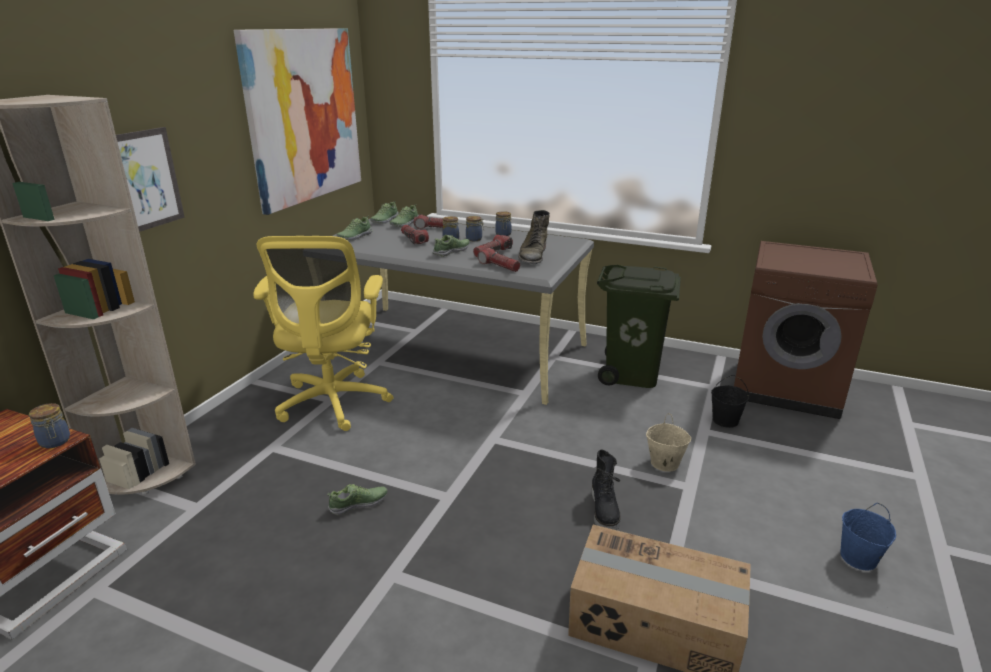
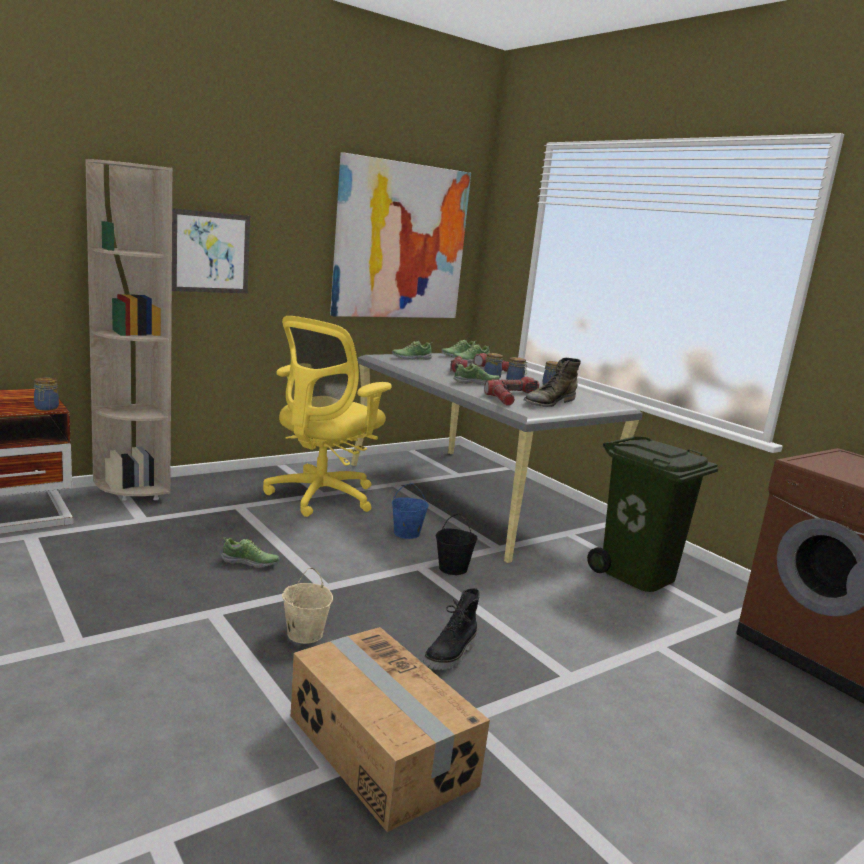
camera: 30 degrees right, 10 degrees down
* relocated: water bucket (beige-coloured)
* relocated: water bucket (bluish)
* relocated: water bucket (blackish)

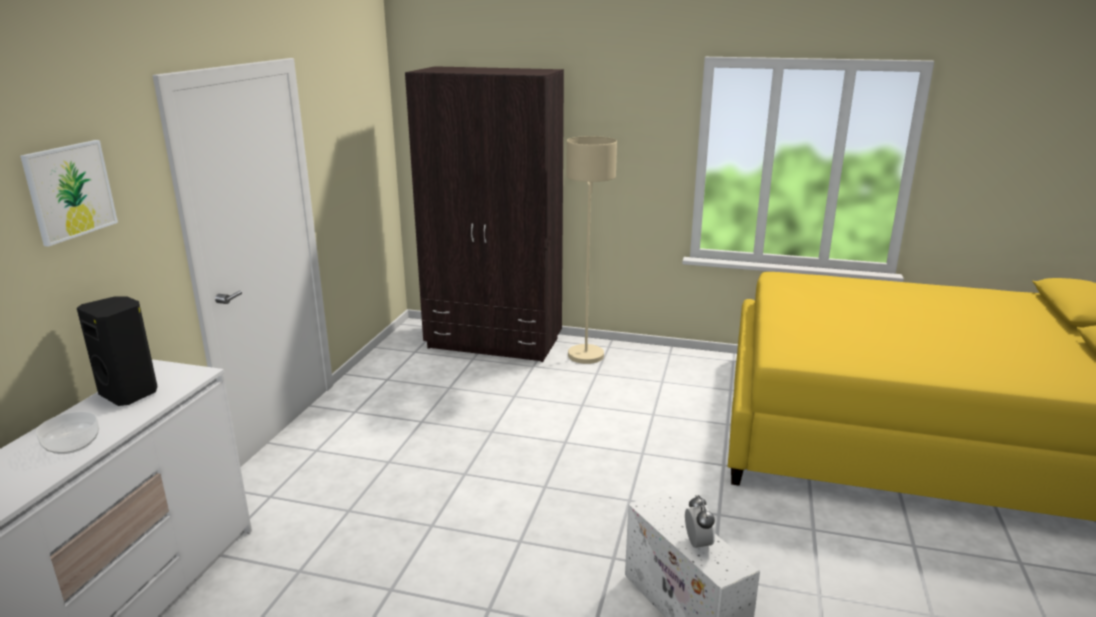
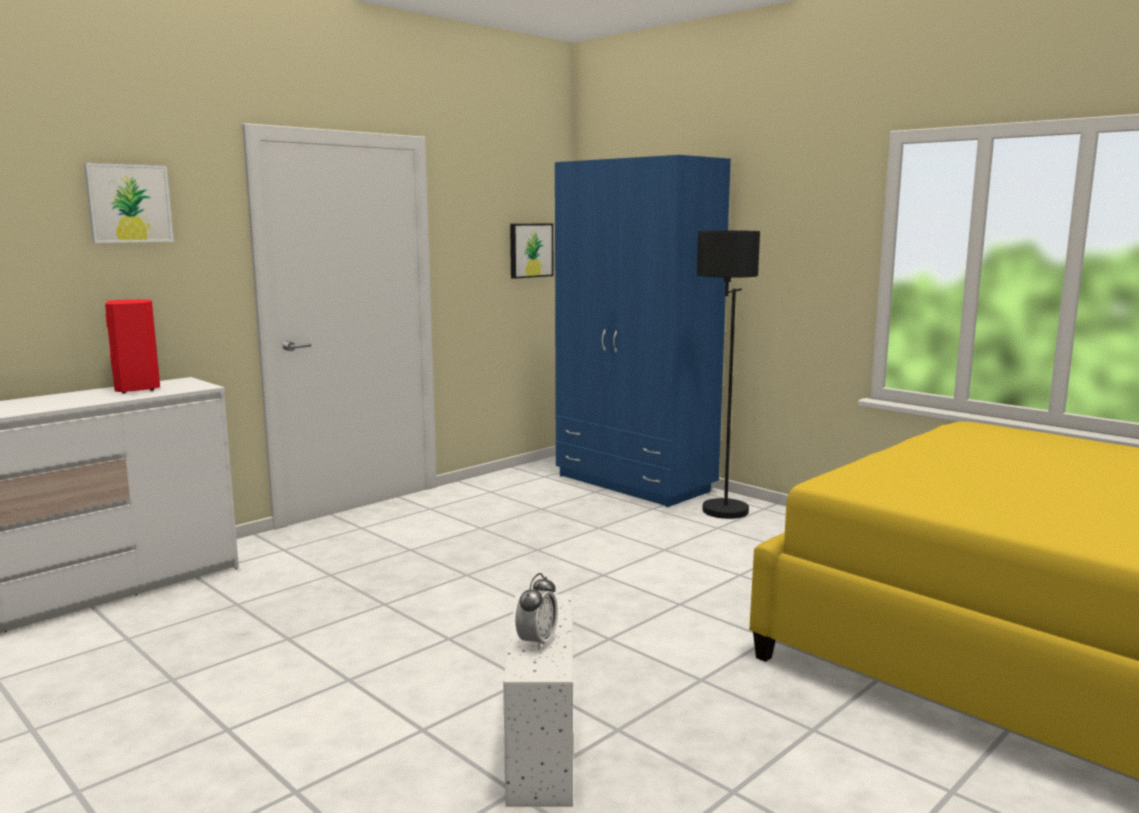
camera: 30 degrees right, 10 degrees down
* colour: audio speaker (blackish) to audio speaker (red-coloured)
* appeared: picture (no. 2 from left)
* colour: wardrobe (brown-coloured) to wardrobe (bluish)
* colour: standing lamp (beige-coloured) to standing lamp (blackish)
* missing: deep dish

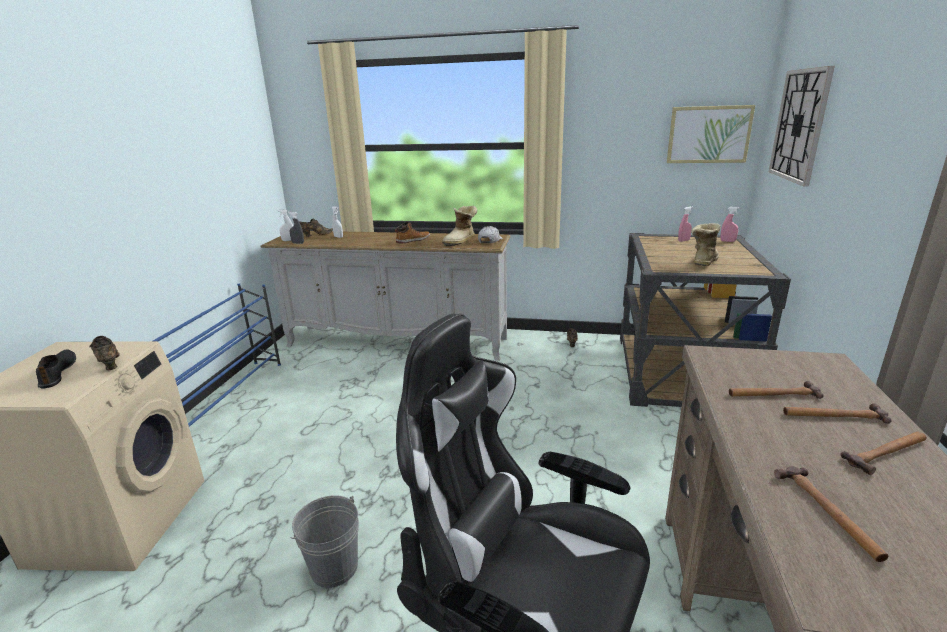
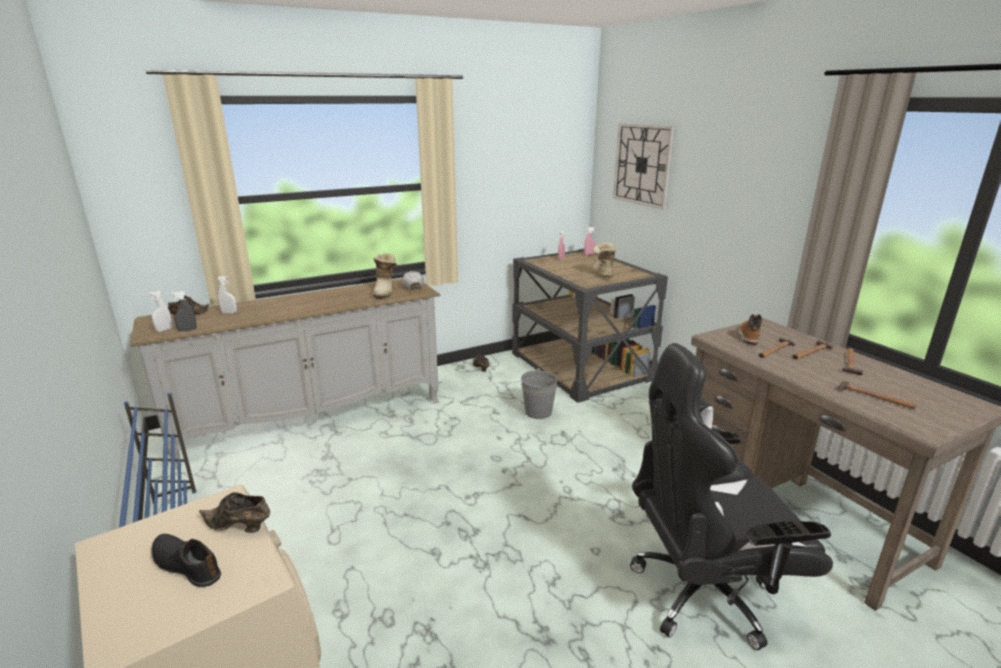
camera: 40 degrees left, 0 degrees up
* relocated: water bucket (greyish)
* relocated: boot (no. 1 from left in the first image) to boot (no. 3 from left)
* missing: picture

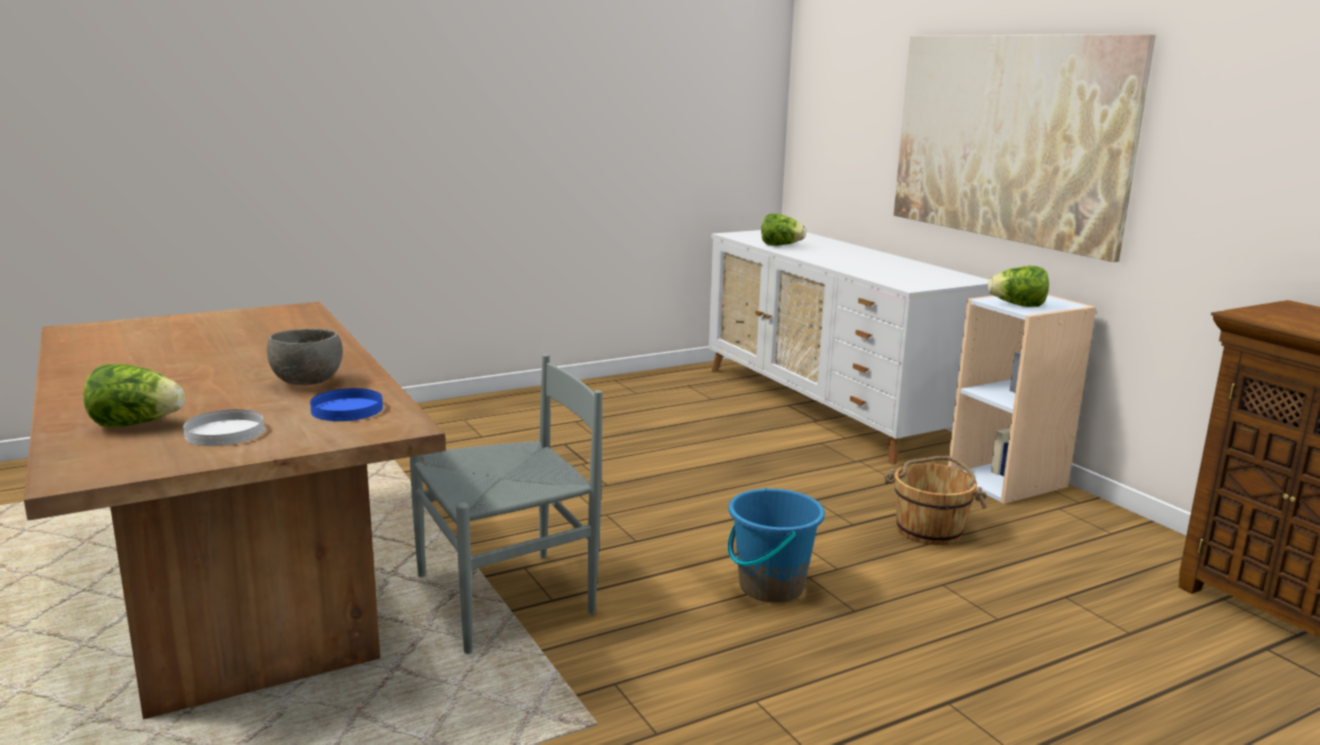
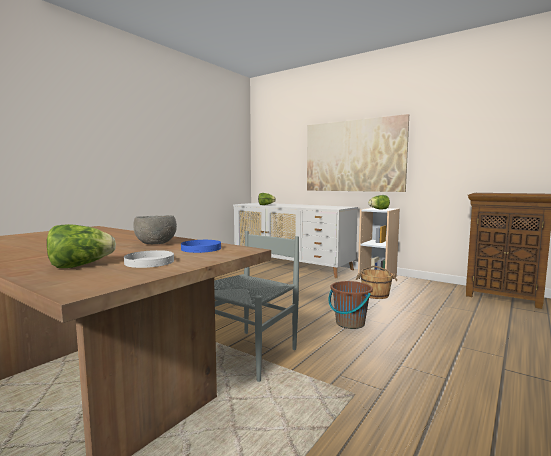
camera: 25 degrees left, 10 degrees down
* colour: water bucket (bluish) to water bucket (brown-coloured) (no. 1 from left)

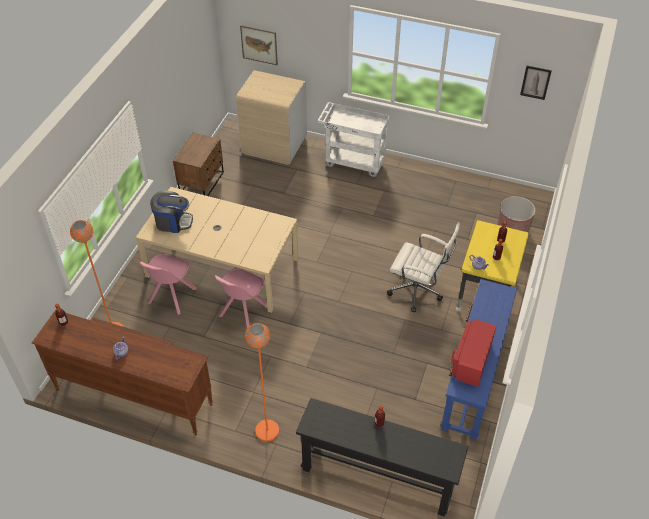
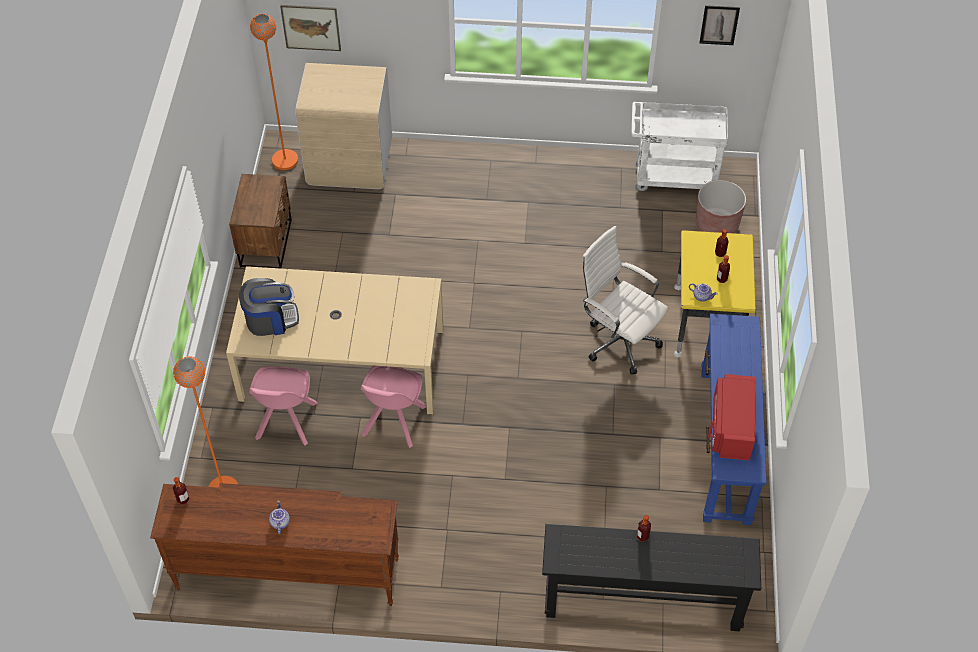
camera: 15 degrees left, 5 degrees up
* relocated: standing lamp (orangey) (no. 2 from left)
* spun: office chair (white-coloured) 150 degrees counterclockwise
* relocated: cart (white-coloured)

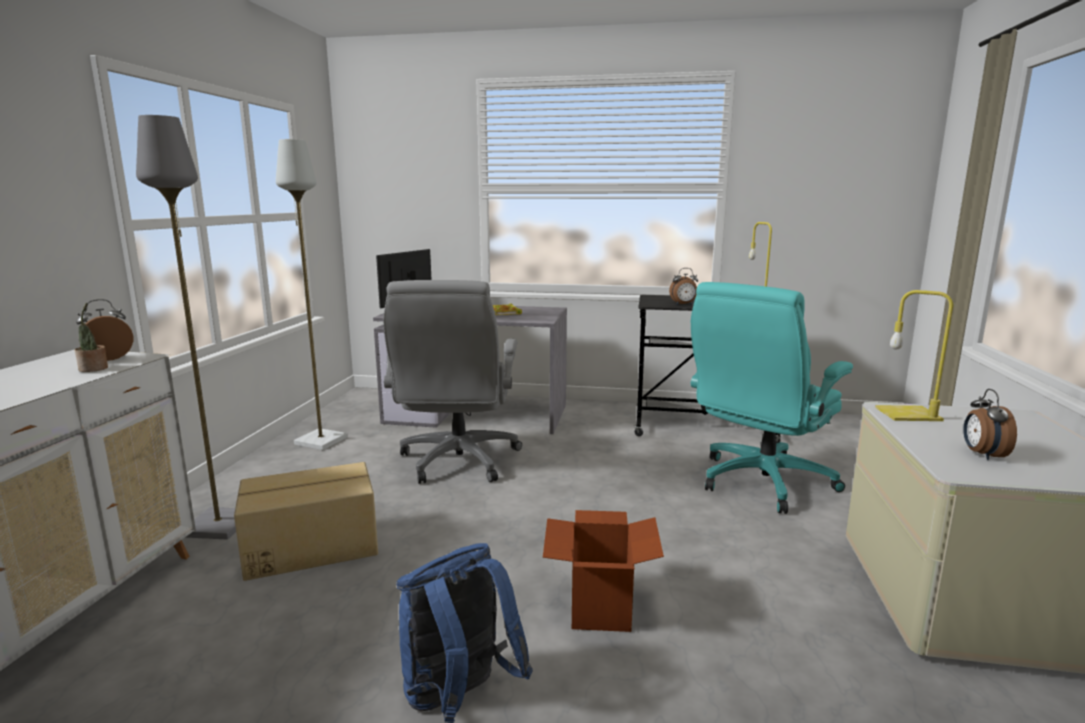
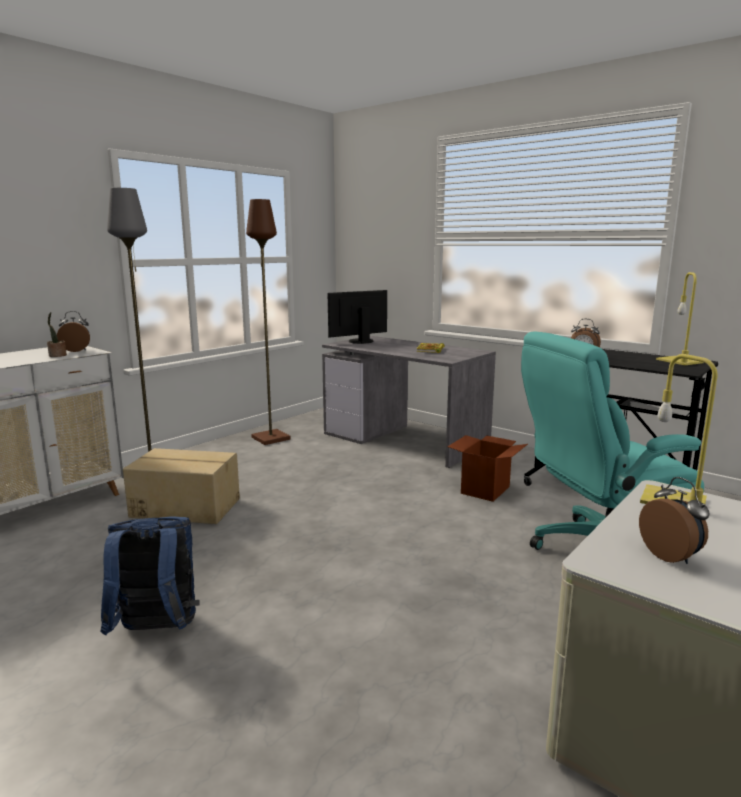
camera: 30 degrees right, 0 degrees up
* colour: standing lamp (greyish) (no. 2 from left) to standing lamp (brown-coloured)
* relocated: packing box (no. 2 from left)
* spun: alarm clock (no. 3 from left) 120 degrees clockwise
* missing: office chair (greyish)

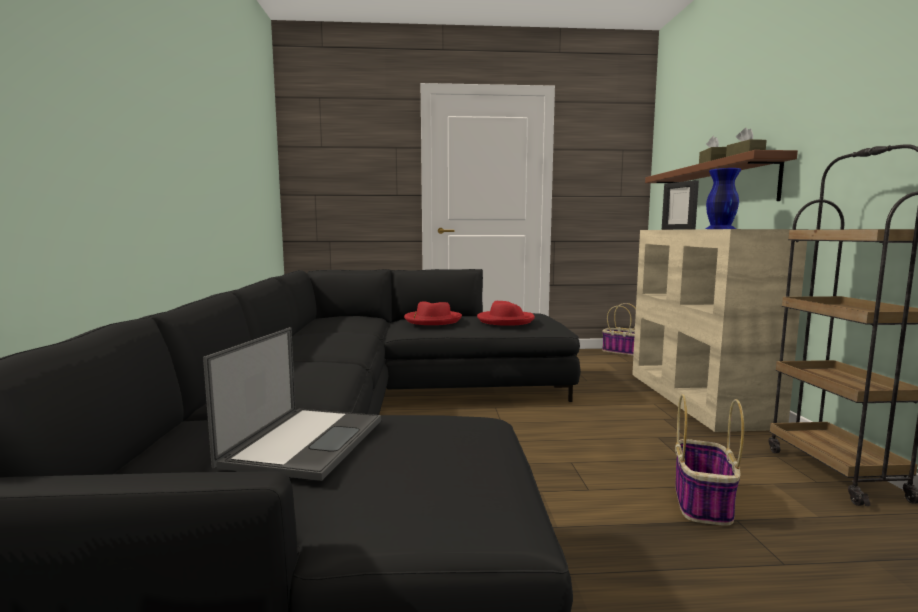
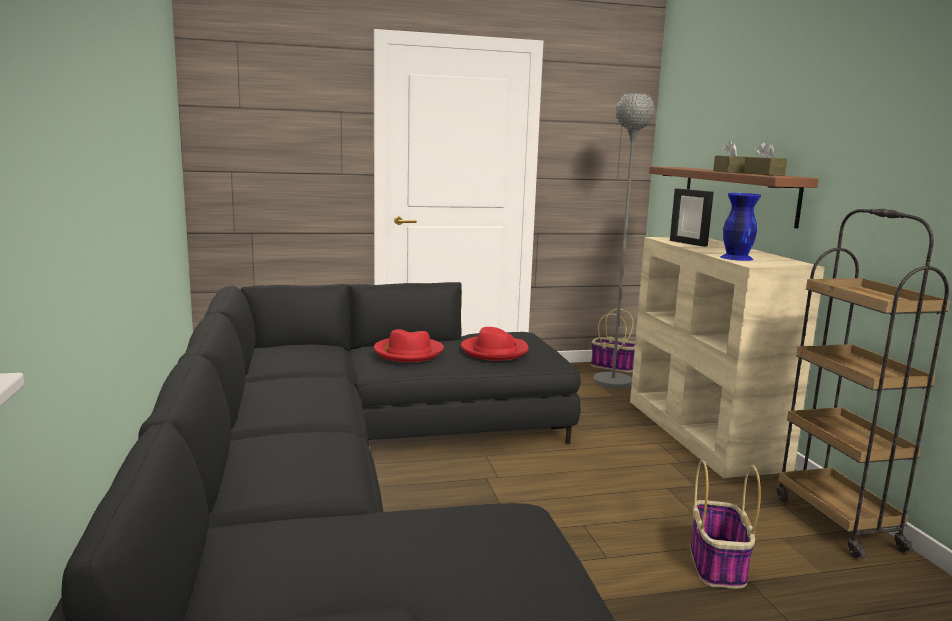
camera: 10 degrees left, 5 degrees up
* appeared: standing lamp (greyish)
* missing: laptop

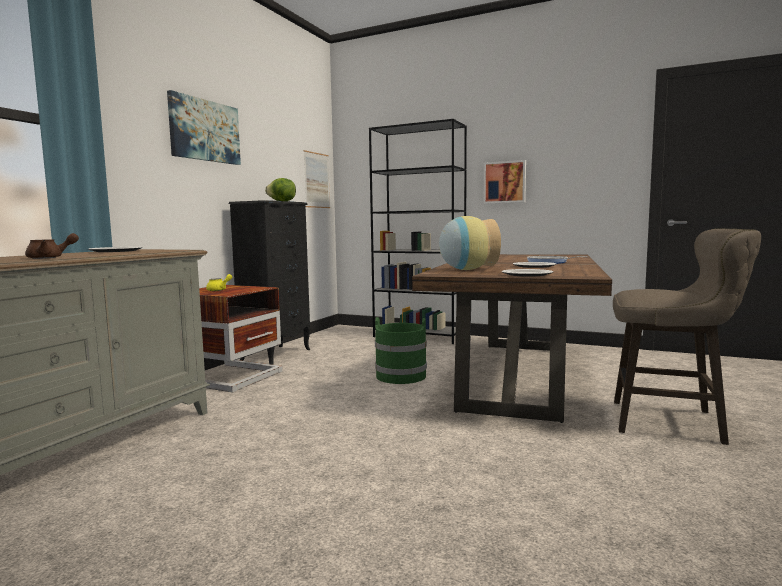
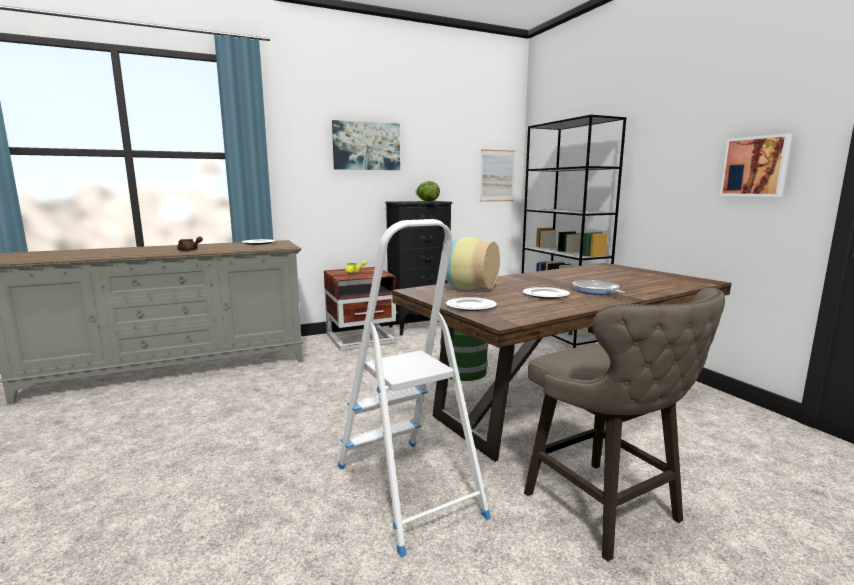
camera: 40 degrees right, 5 degrees up
* appeared: step ladder (white-coloured)
* relocated: picture (no. 3 from left)

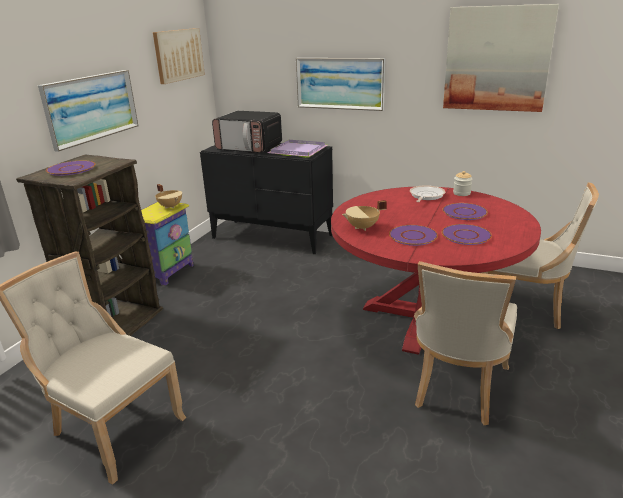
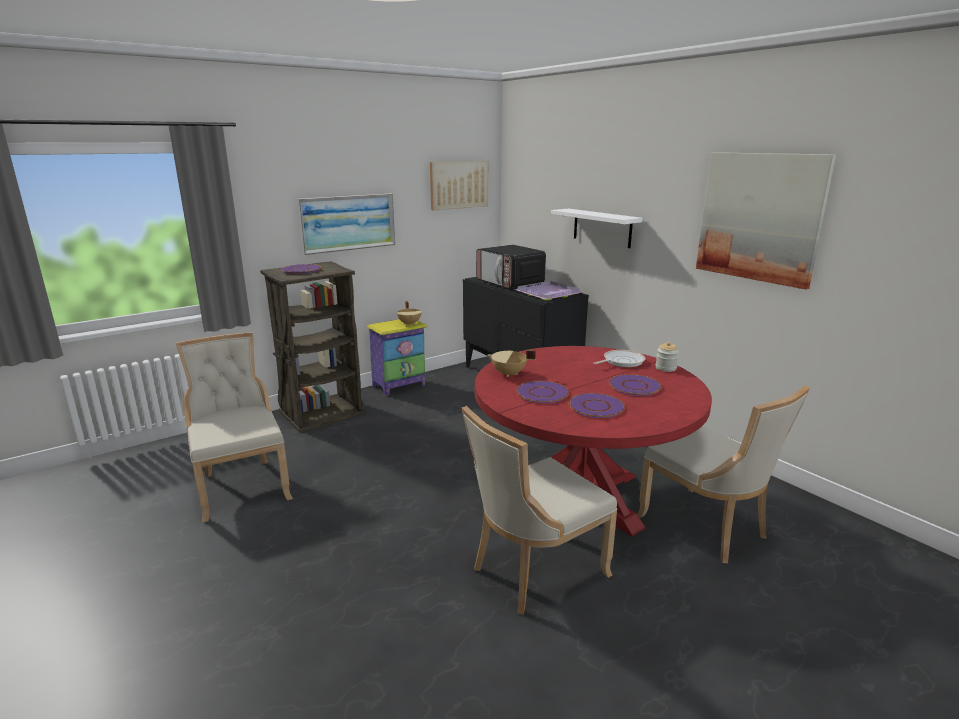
camera: 30 degrees right, 5 degrees down
* exchanged: picture (no. 3 from left) to bracket shelf (white-coloured)

